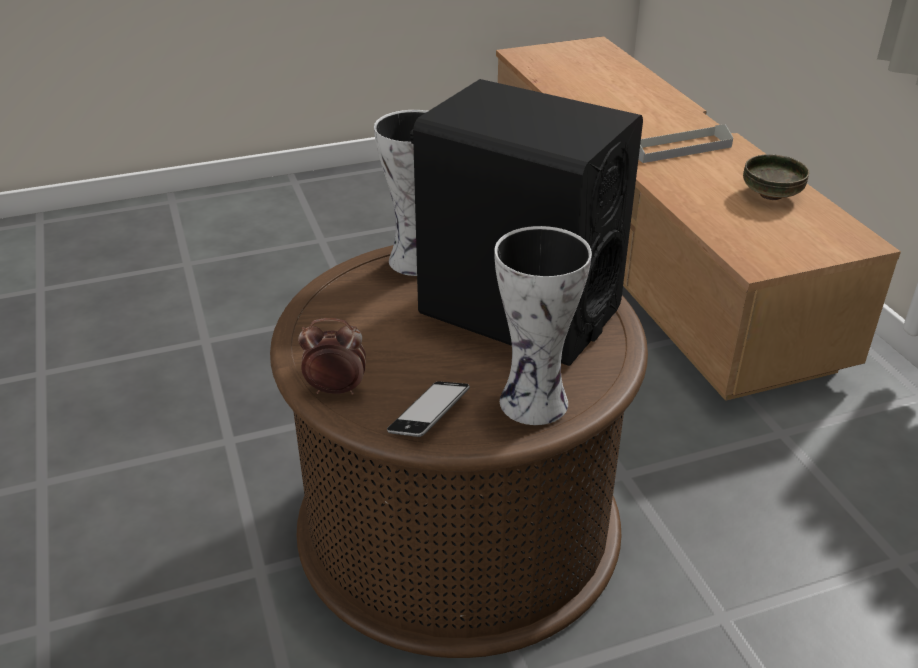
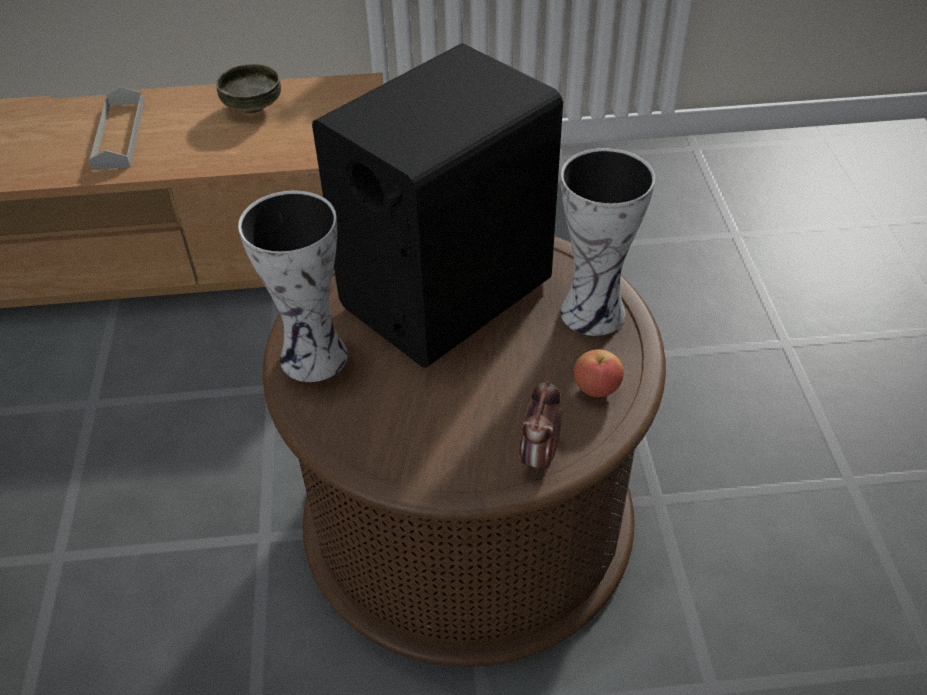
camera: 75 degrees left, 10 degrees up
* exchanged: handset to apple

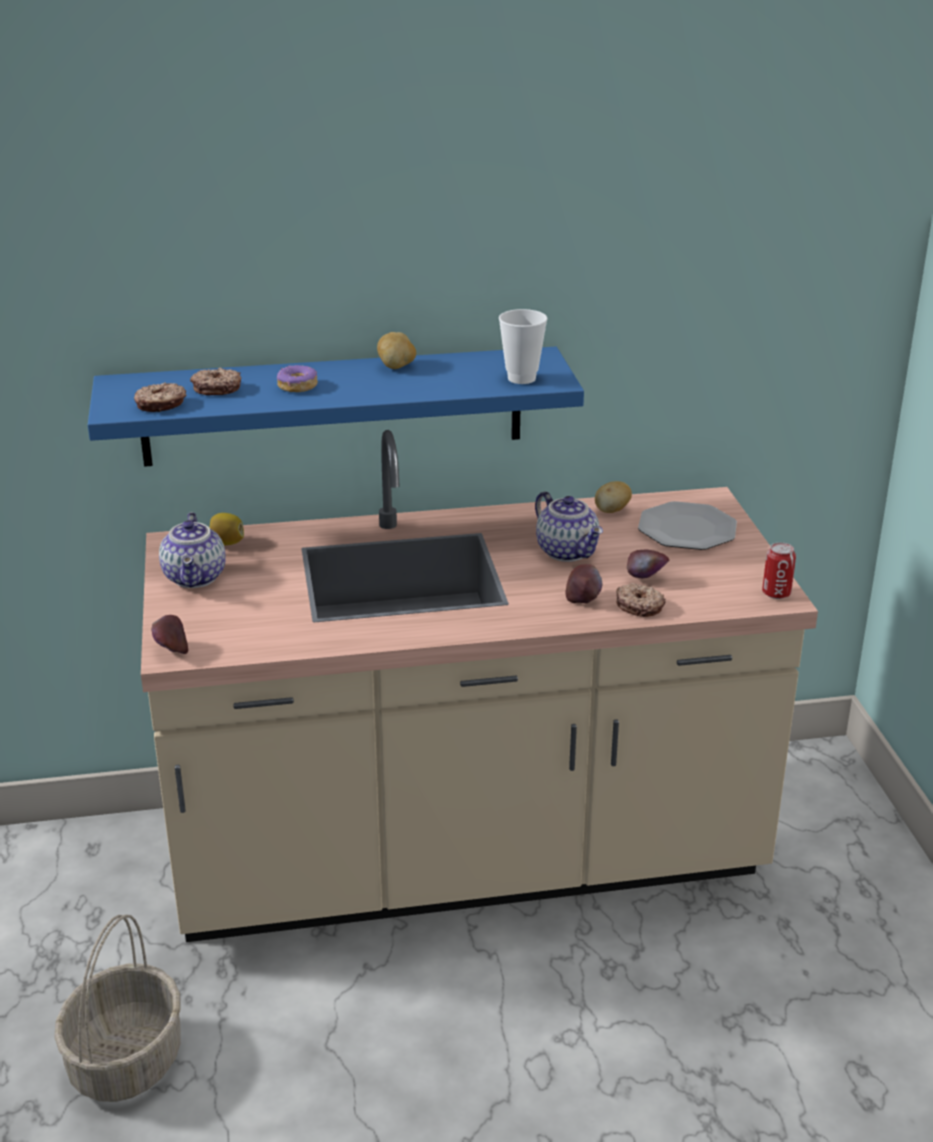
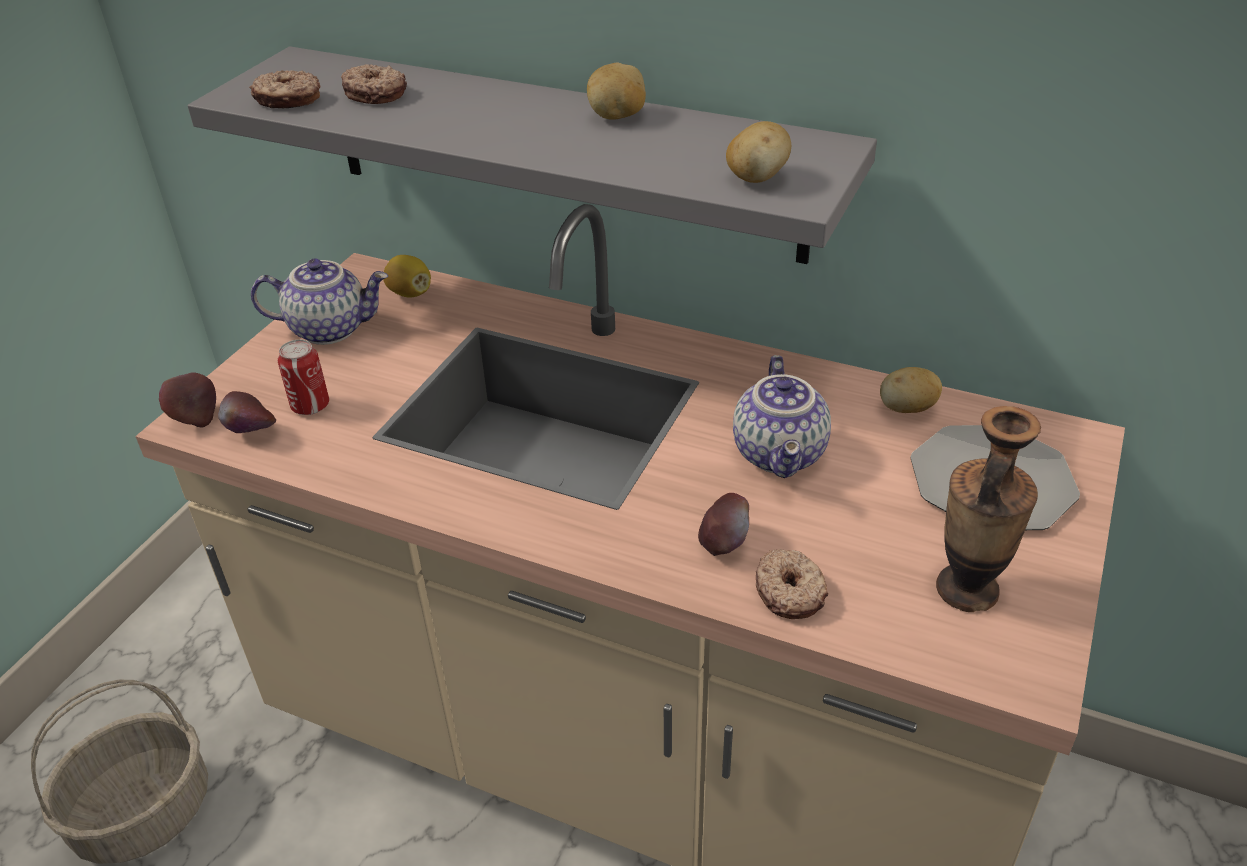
camera: 35 degrees right, 10 degrees up
* colour: bracket shelf (bluish) to bracket shelf (greyish)
* relocated: apple (no. 3 from left in the first image) to apple (no. 2 from left)
* spun: pot for tea (no. 1 from left) 120 degrees counterclockwise
* relocated: can
* exchanged: drinking cup to spud (no. 2 from left)
* appeared: vase
* missing: ring doughnut (no. 3 from left)

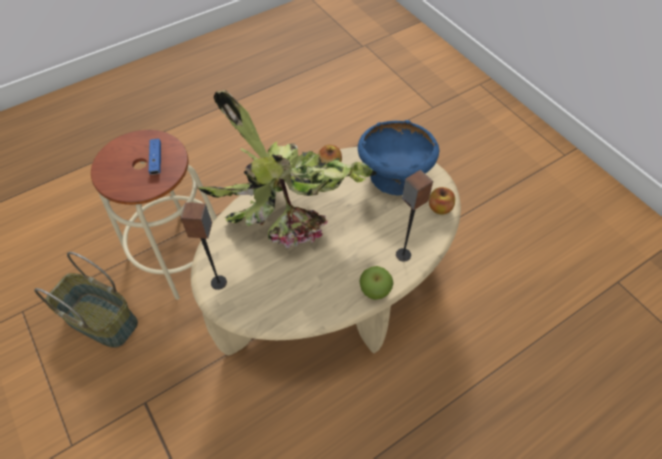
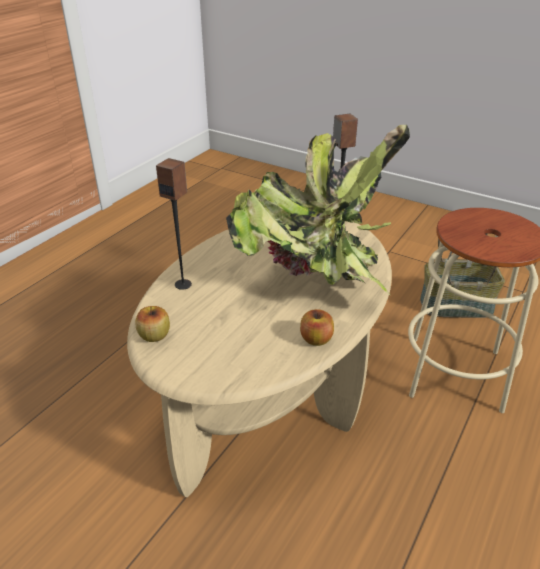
camera: 155 degrees right, 20 degrees down
* missing: game controller (bluish)
* missing: deep dish (bluish)
* missing: apple (no. 2 from left)

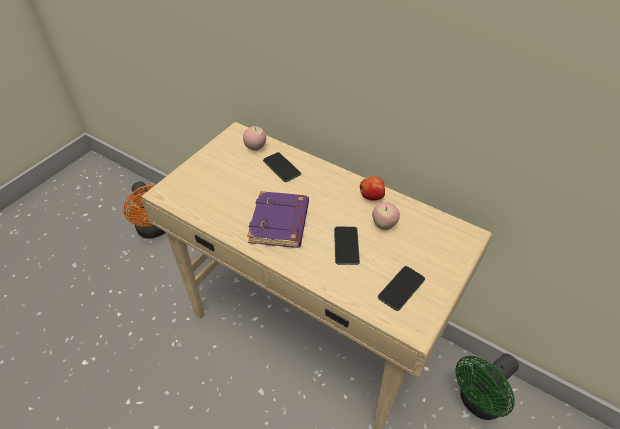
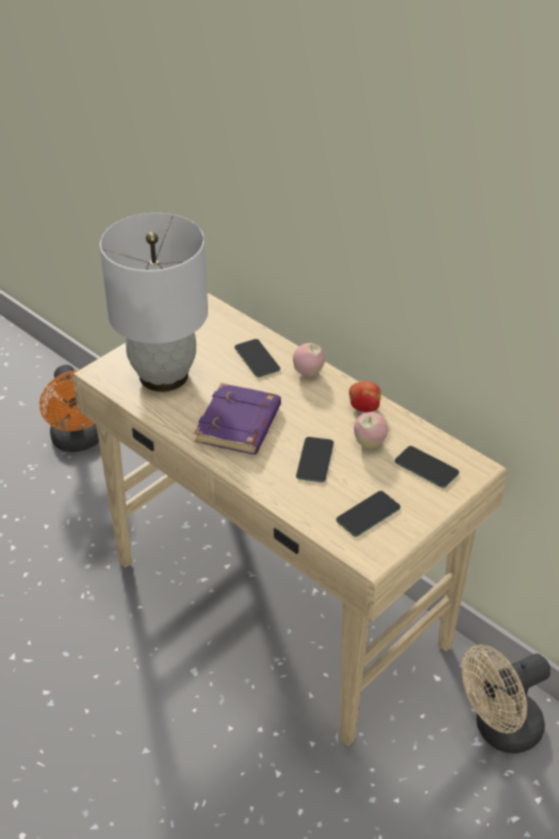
camera: 10 degrees right, 5 degrees down
* appeared: tabletop lamp (white-coloured)
* relocated: apple (no. 1 from left)
* appeared: handset (no. 4 from left)
* colour: electric fan (greenish) to electric fan (beige-coloured)

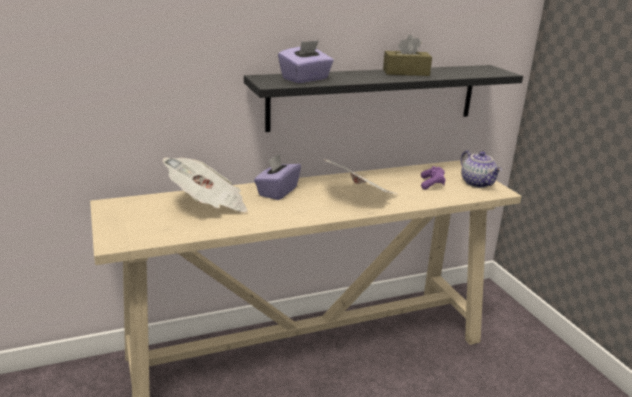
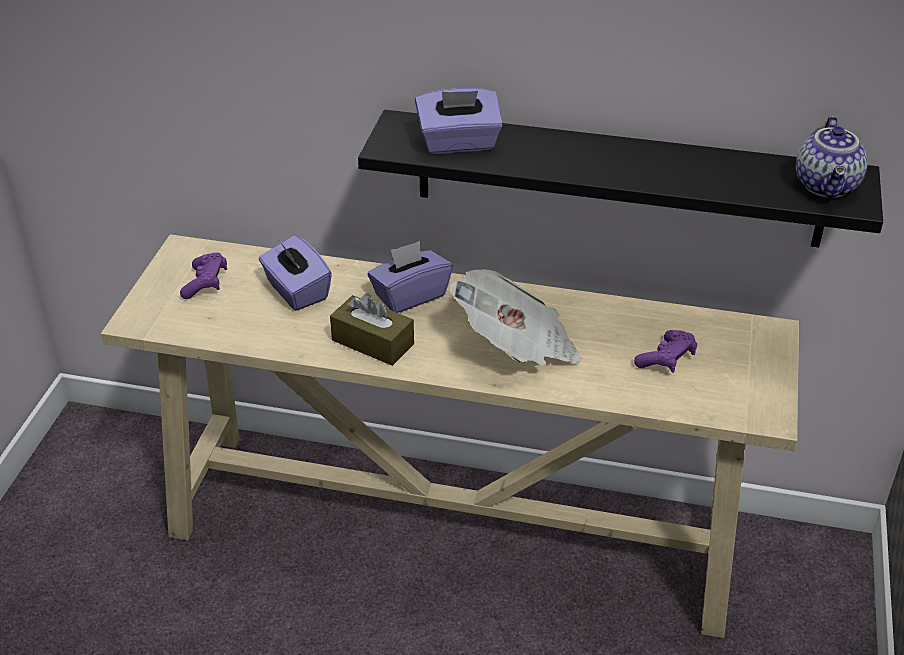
camera: 35 degrees right, 15 degrees up
* appeared: game controller (purplish) (no. 1 from left)
* exchanged: newspaper (no. 1 from left) to tissue holder (purplish) (no. 1 from left)
* relocated: tissue holder (brown-coloured)
* relocated: pot for tea

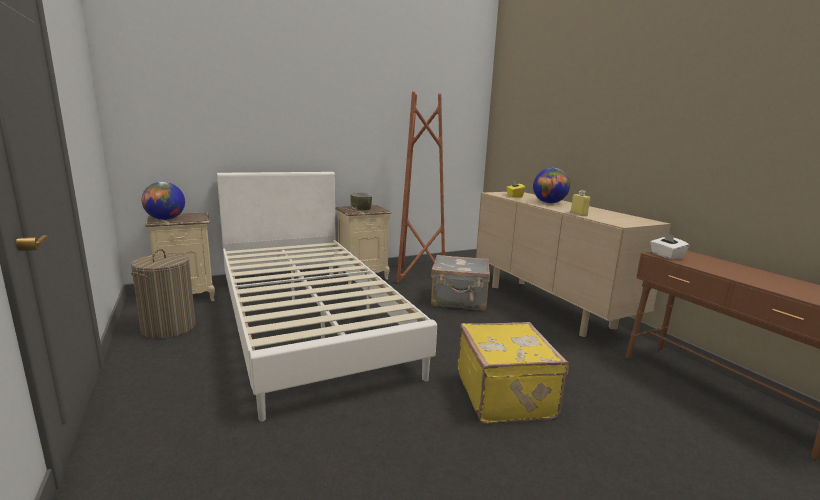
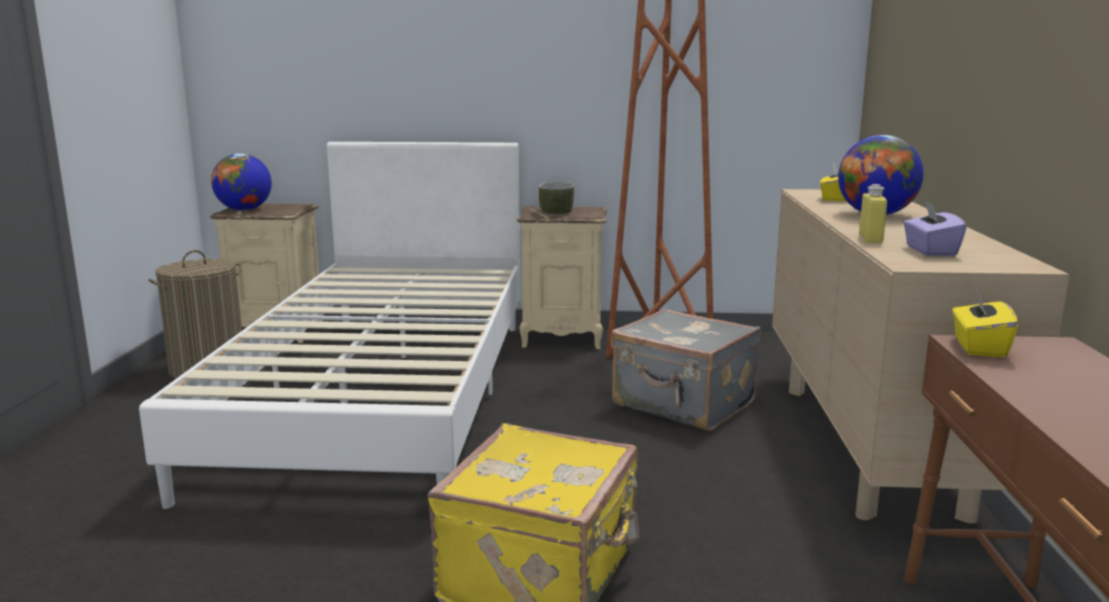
camera: 30 degrees right, 0 degrees up
* appeared: tissue holder (purplish)
* colour: tissue holder (white-coloured) to tissue holder (yellow) (no. 2 from left)

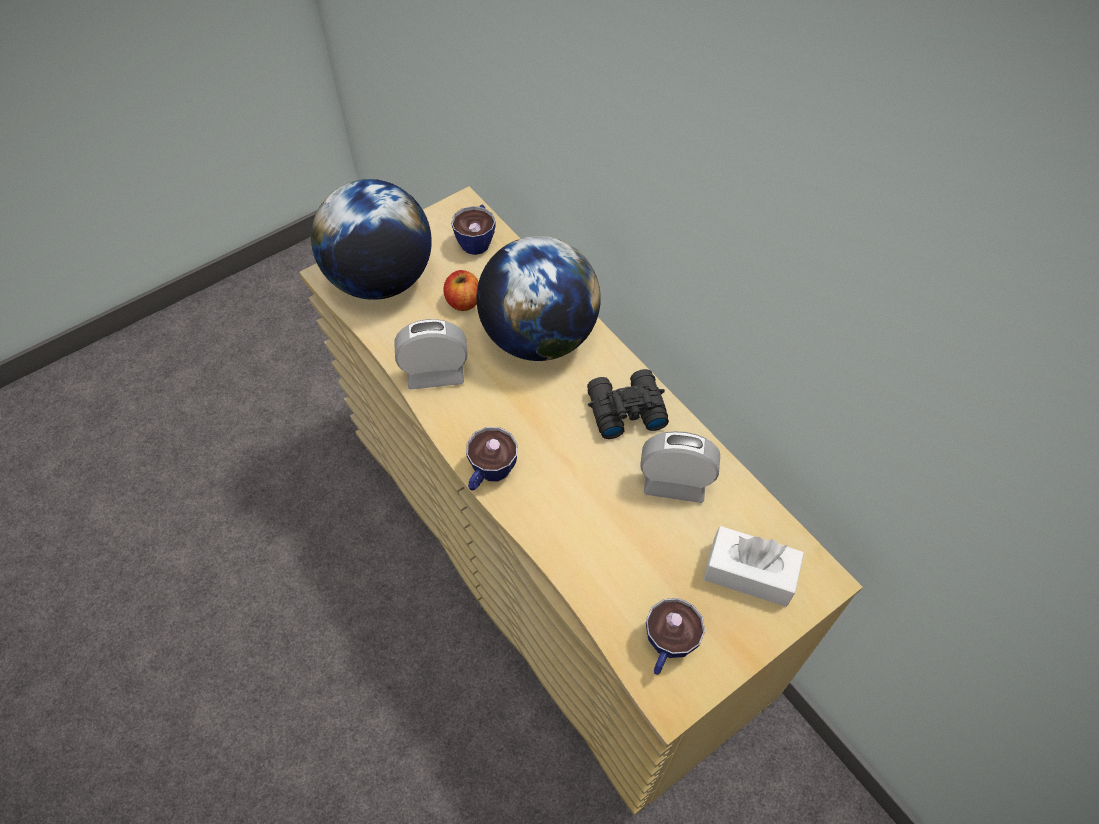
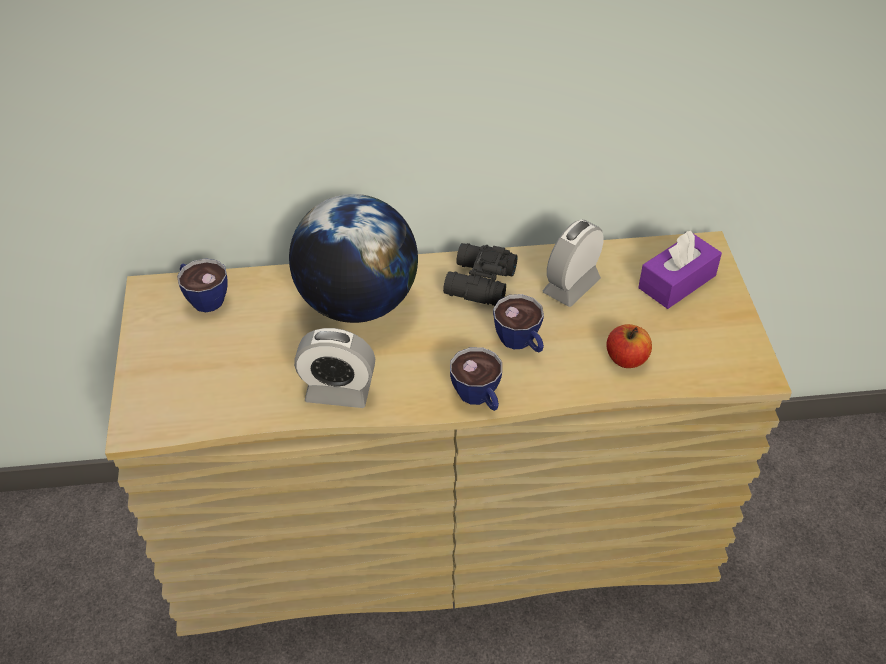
camera: 60 degrees left, 10 degrees down
* spun: alarm clock (no. 1 from left) 105 degrees counterclockwise
* relocated: drinking cup (no. 3 from left)
* relocated: apple
* colour: tissue holder (white-coloured) to tissue holder (purplish)
* missing: desk globe (no. 1 from left)

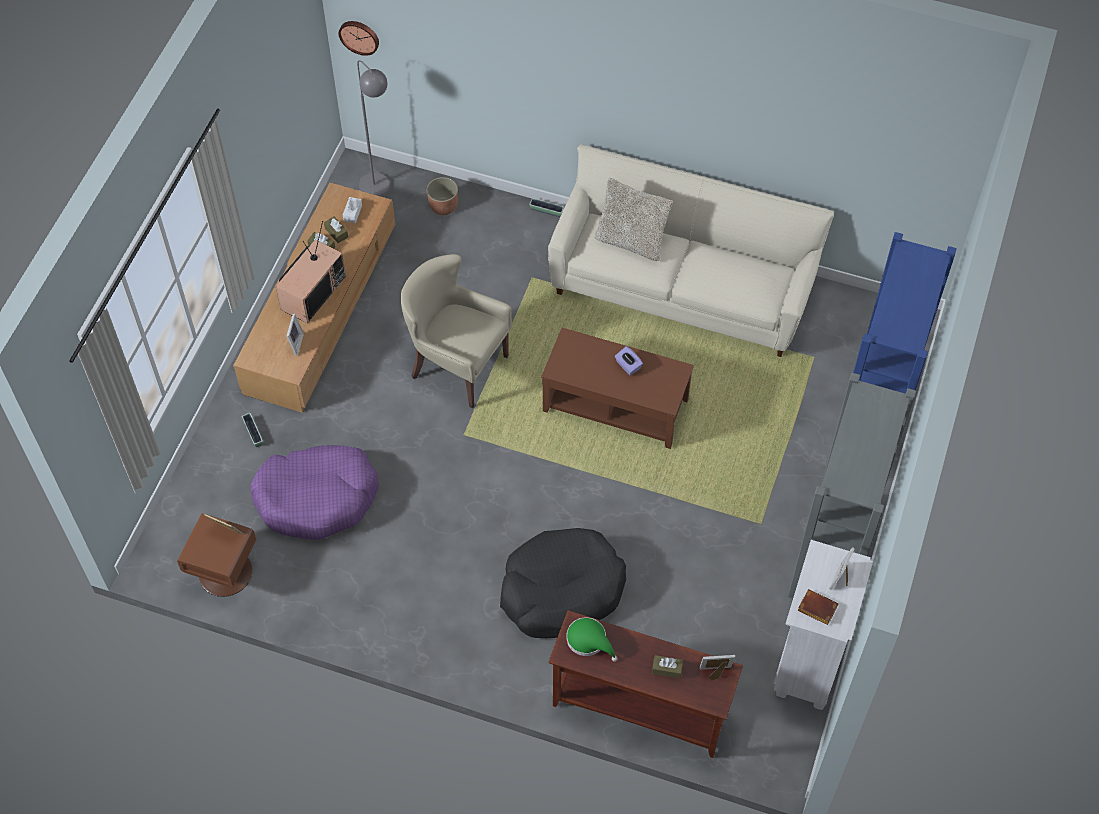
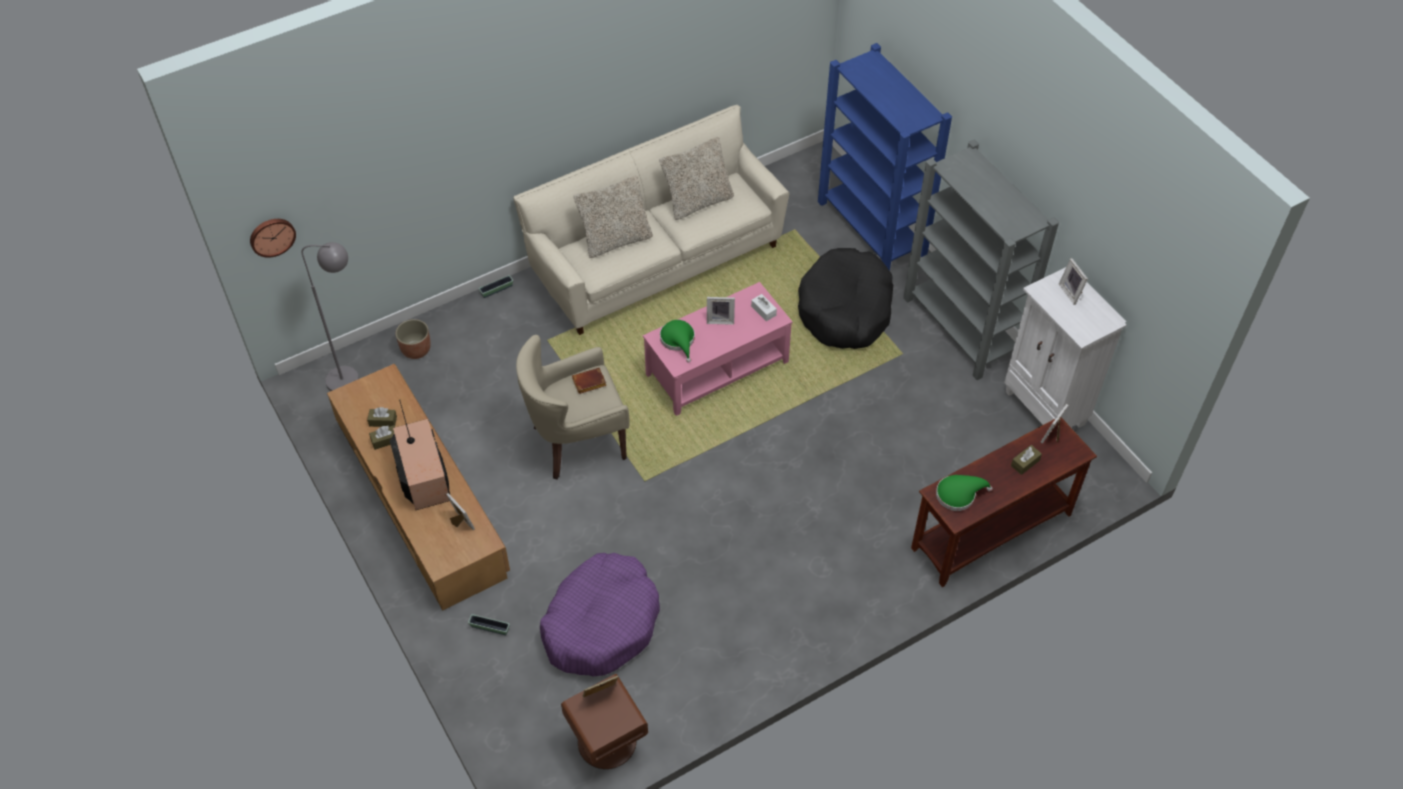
camera: 50 degrees left, 5 degrees down
* relocated: book (brown-coloured)
* colour: coffee table (brown-coloured) to coffee table (pink-coloured)
* appeared: pillow (beige-coloured) (no. 2 from left)
* appeared: hat (greenish) (no. 1 from left)
* exchanged: tissue holder (purplish) to standing frame (no. 3 from left)
* relocated: tissue holder (white-coloured)
* relocated: dog cushion (blackish)

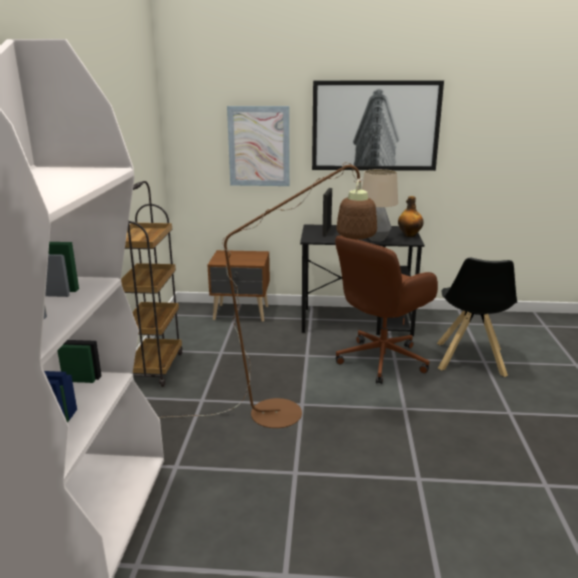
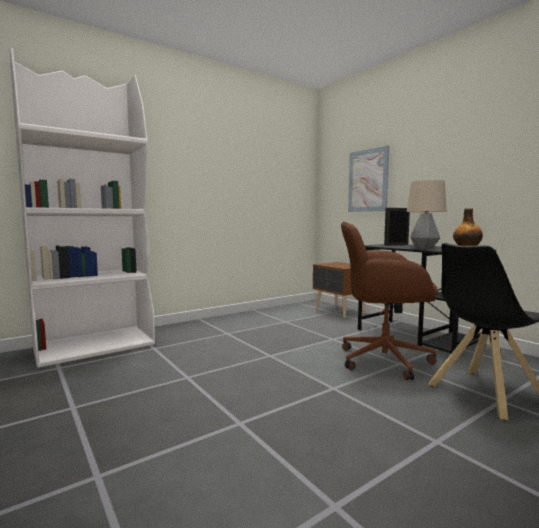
camera: 50 degrees right, 15 degrees down
* missing: cart (brown-coloured)
* missing: standing lamp (brown-coloured)
* missing: picture (no. 2 from left)

